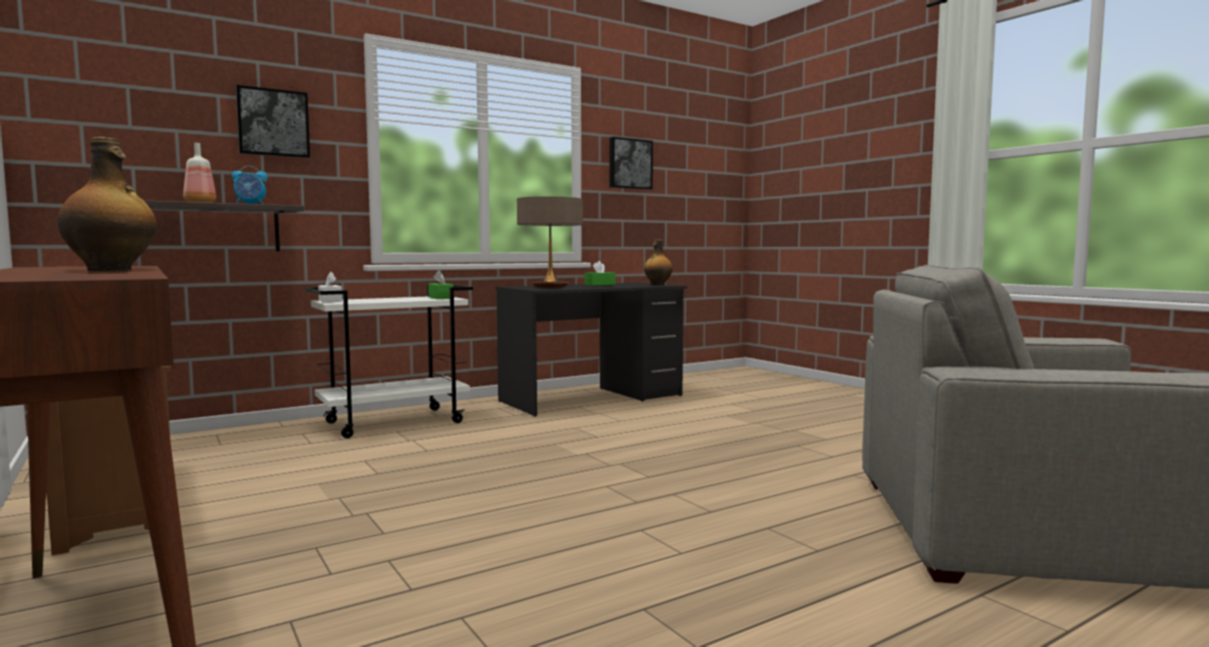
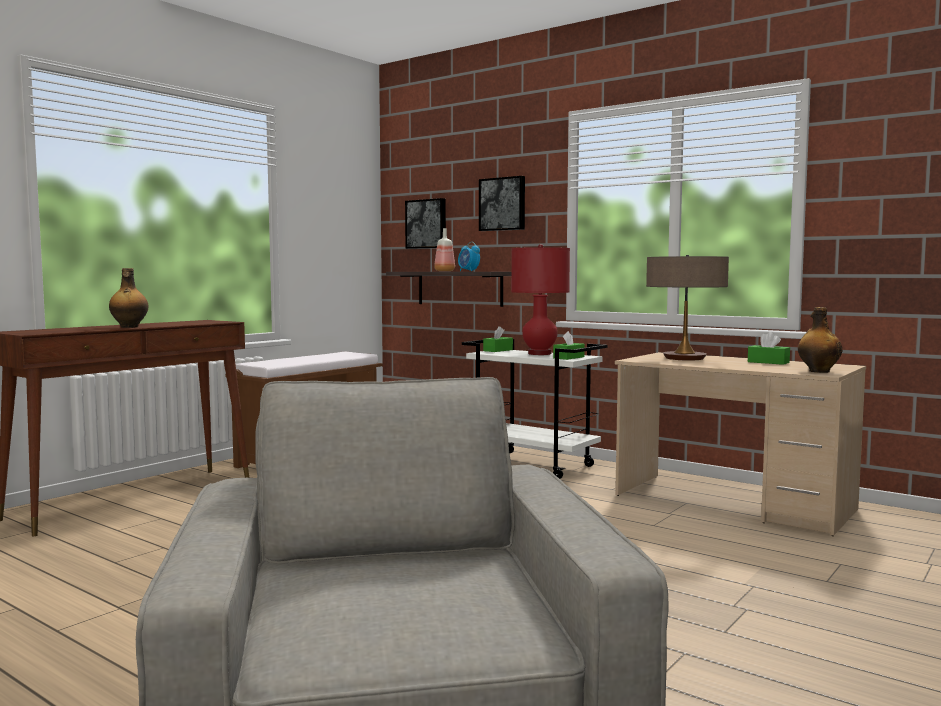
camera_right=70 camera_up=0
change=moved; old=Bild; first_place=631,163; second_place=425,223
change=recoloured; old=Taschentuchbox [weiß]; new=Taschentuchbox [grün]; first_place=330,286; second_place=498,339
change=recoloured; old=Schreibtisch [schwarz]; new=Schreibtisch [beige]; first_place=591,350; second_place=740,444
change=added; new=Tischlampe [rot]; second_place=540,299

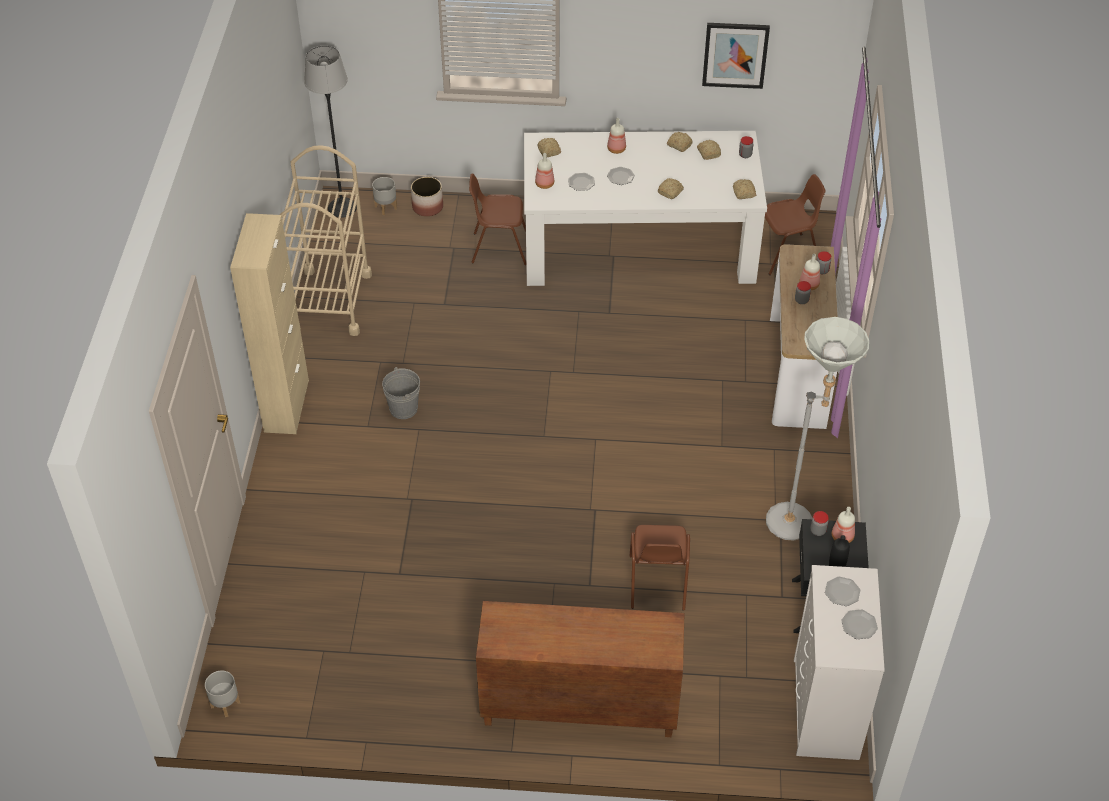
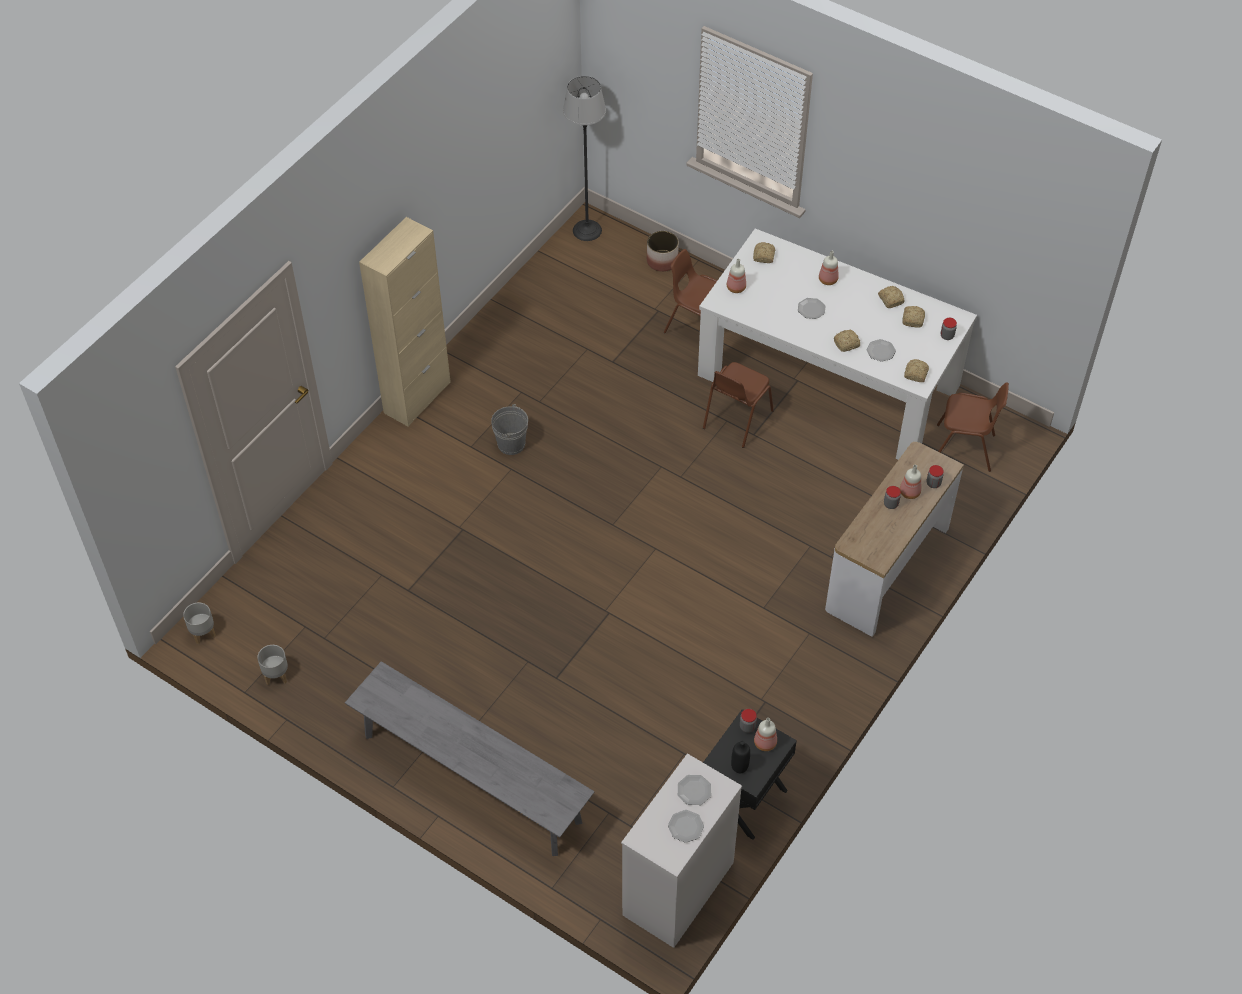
camera_right=30 camera_up=5
change=removed; old=Bild; first_place=736,56
change=removed; old=Rollwagen [beige]; first_place=325,240
change=moved; old=Teller; first_place=581,182; second_place=881,350
change=moved; old=Pflanzkübel [grau]; first_place=384,196; second_place=272,665
change=removed; old=Stehlampe [grau]; first_place=817,429
change=moved; old=Stuhl [braun]; first_place=660,568; second_place=738,405
change=replaced; old=Schrank [braun]; new=Bank [grau]; first_place=580,669; second_place=470,758

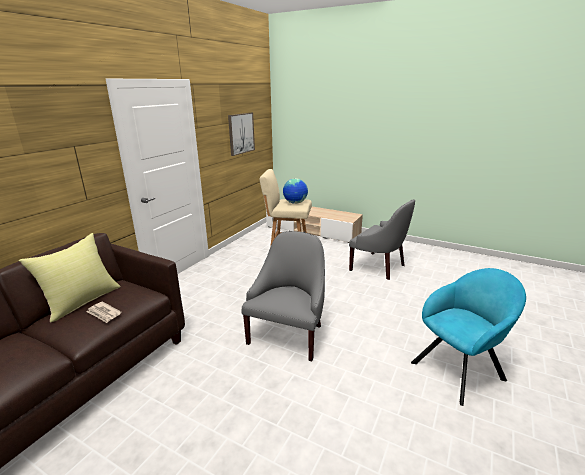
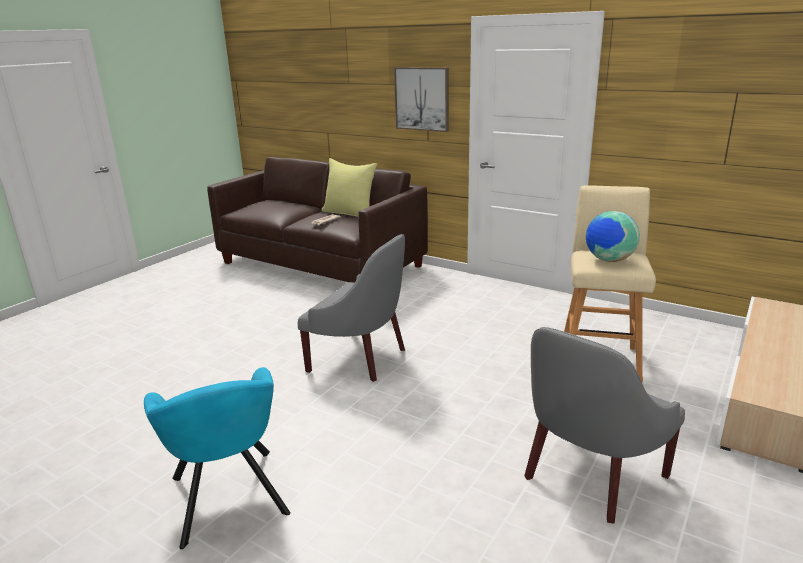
camera_right=95 camera_up=0
change=moved; old=Bild; first_place=241,134; second_place=421,99

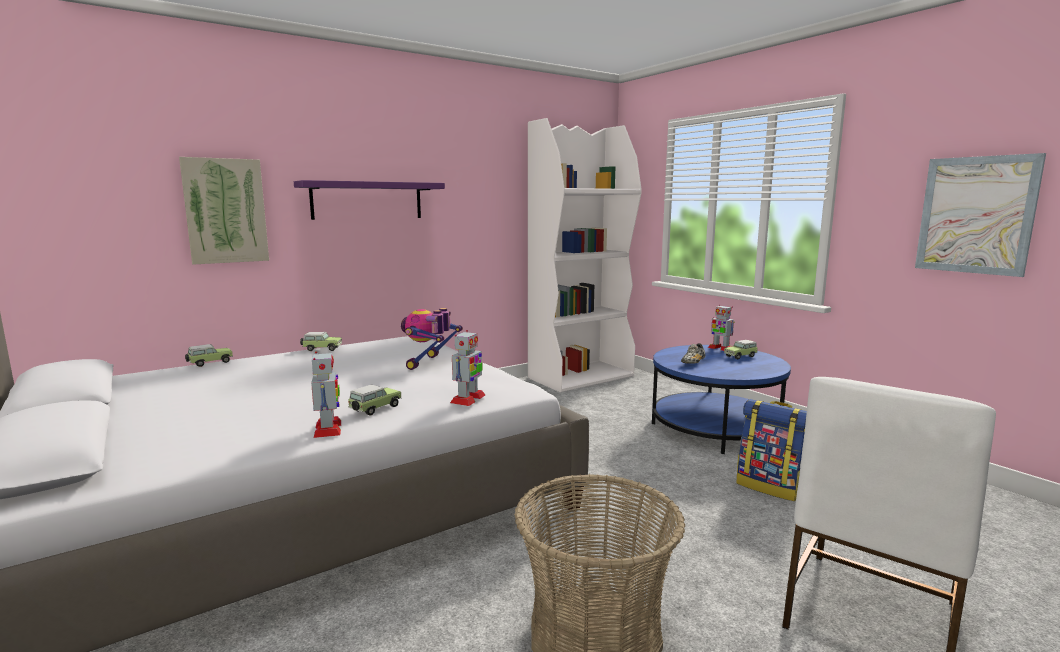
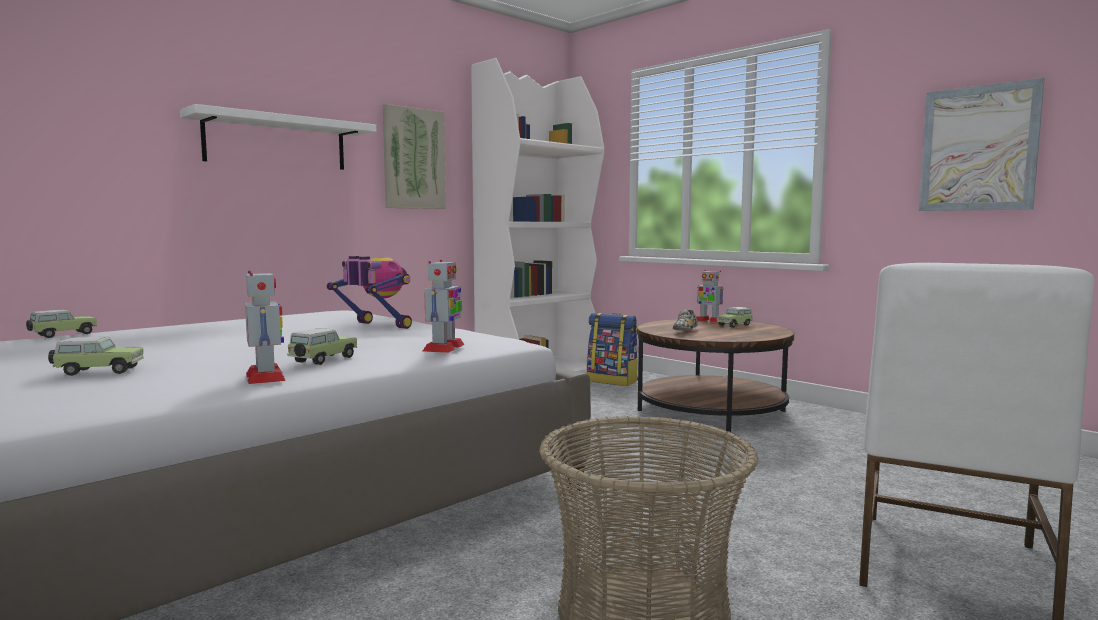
camera_right=-10 camera_up=-5
change=moved; old=Bild; first_place=224,211; second_place=414,156
change=recoloured; old=Wandregal [lila]; new=Wandregal [weiß]; first_place=369,200; second_place=278,137
change=turned; old=Spielzeugroboter; first_place=432,339; second_place=369,292; degrees=120
change=moved; old=Spielzeugauto; first_place=321,341; second_place=96,356
change=recoloured; old=Couchtisch [blau]; new=Couchtisch [braun]; first_place=721,399; second_place=715,376
change=moved; old=Rucksack; first_place=772,450; second_place=612,349

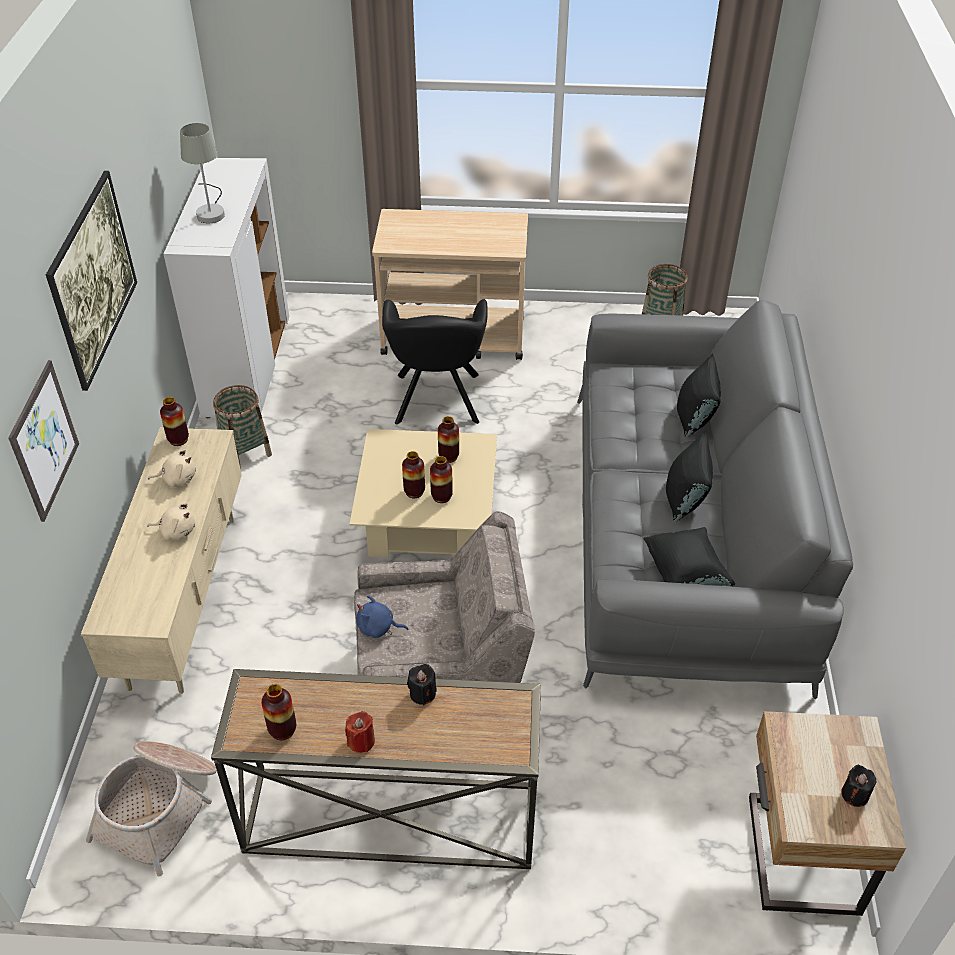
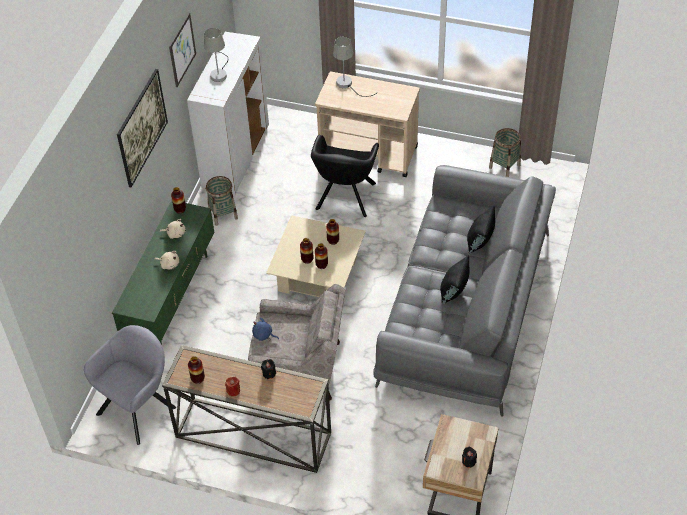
camera_right=15 camera_up=5
change=moved; old=Bild; first_place=44,441; second_place=182,50
change=recoloured; old=Fernsehschrank [beige]; new=Fernsehschrank [grün]; first_place=161,560; second_place=163,272
change=removed; old=Kissen [schwarz]; first_place=689,556
change=replaced; old=Korb; new=Sessel [grau]; first_place=151,808; second_place=130,385
change=added; new=Tischlampe [grau]; second_place=355,67

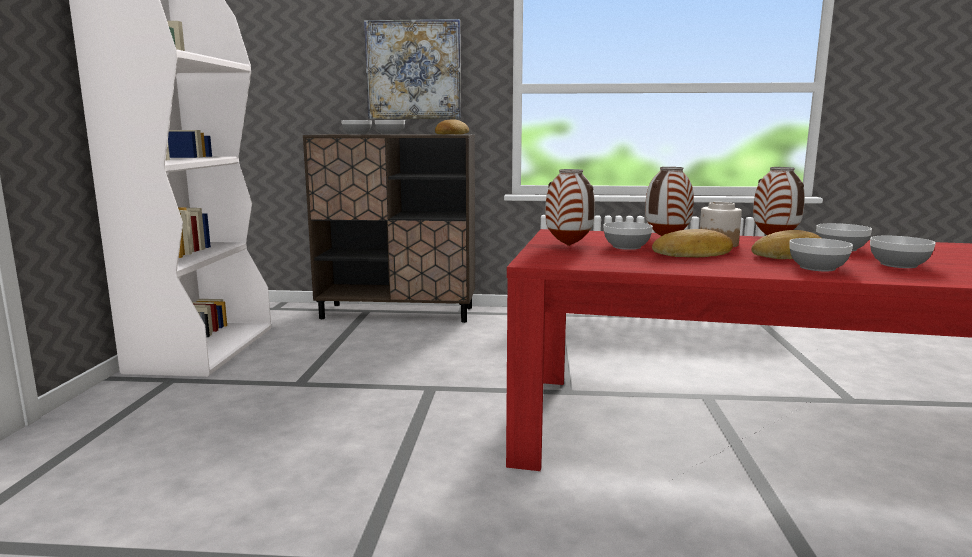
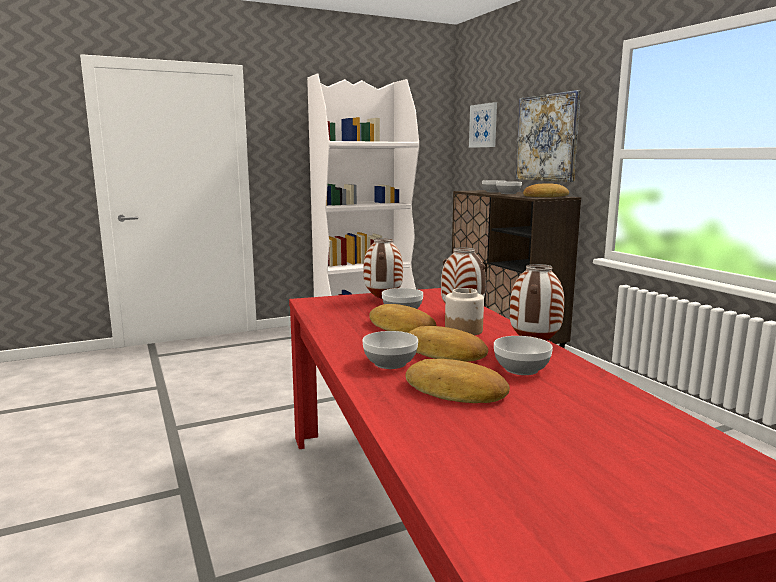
camera_right=60 camera_up=0
change=replaced; old=Schüssel; new=Brot; first_place=903,252; second_place=458,381
change=added; new=Bild; second_place=483,125

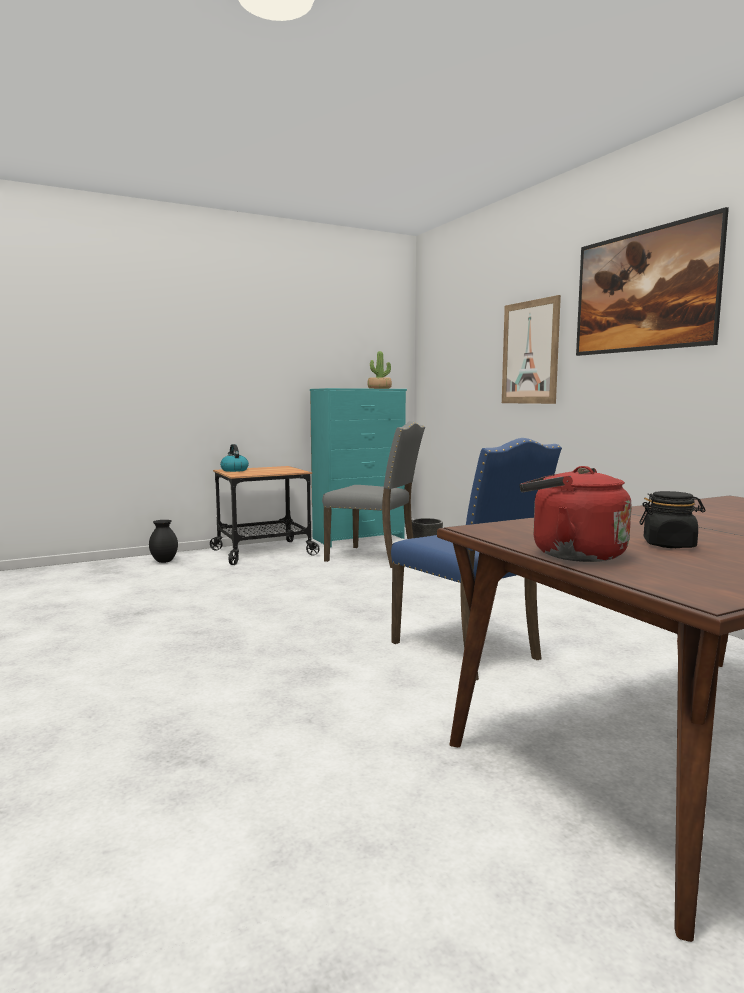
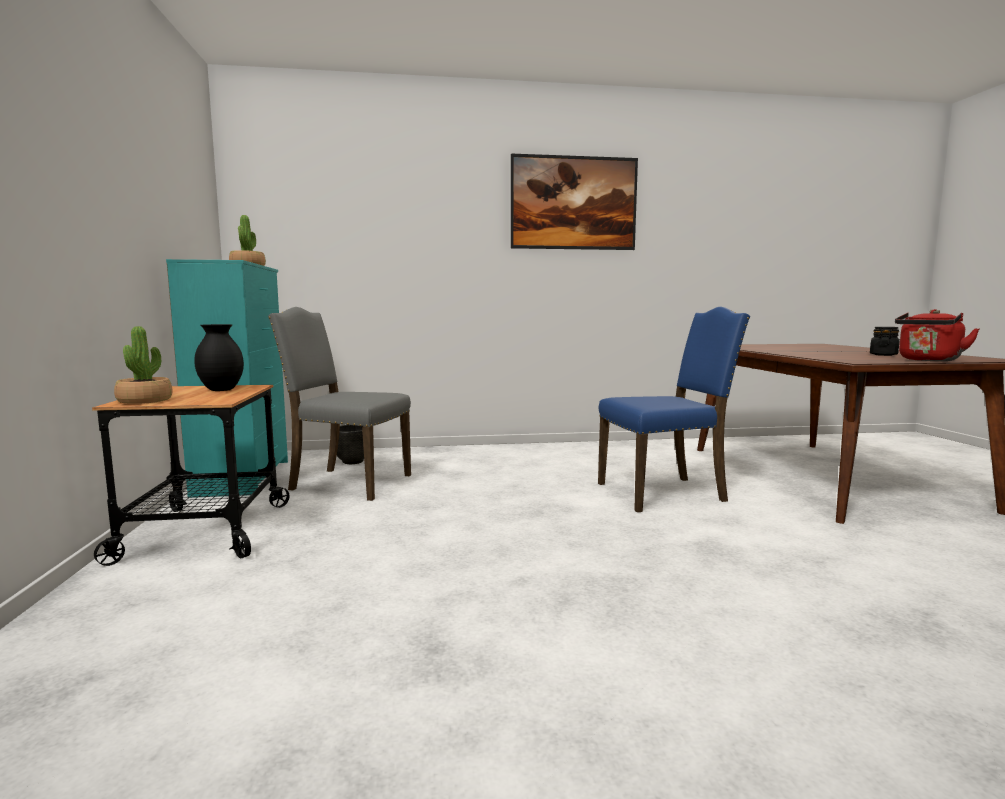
camera_right=-70 camera_up=0
change=removed; old=Bild; first_place=531,349
change=turned; old=Stuhl [grau]; first_place=373,494; second_place=339,404; degrees=-120
change=replaced; old=Wasserkessel; new=Topfpflanze; first_place=234,458; second_place=143,365
change=moved; old=Vase [schwarz]; first_place=163,541; second_place=219,357

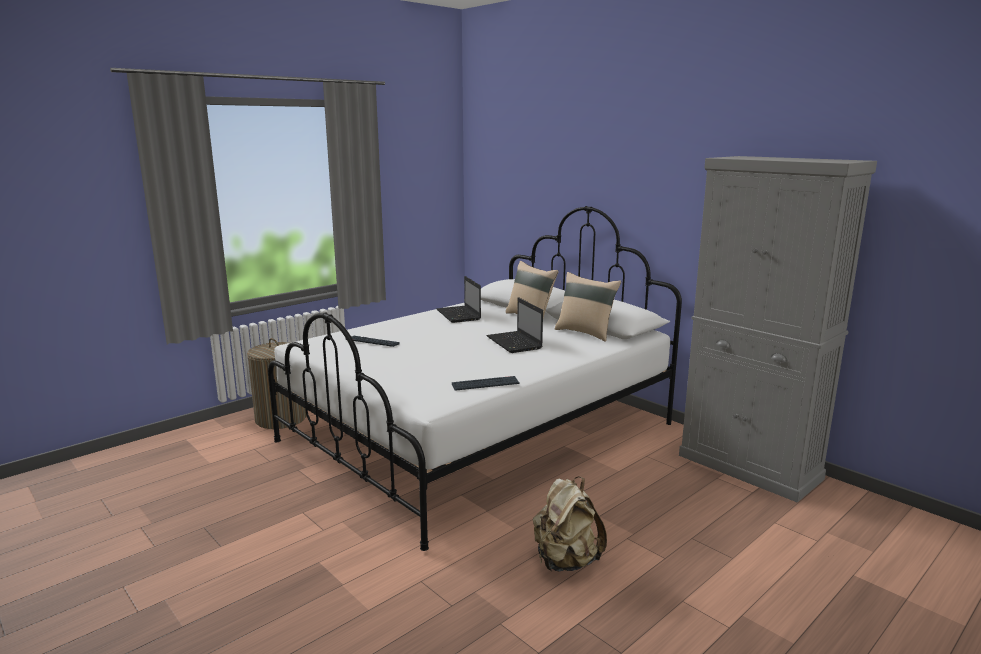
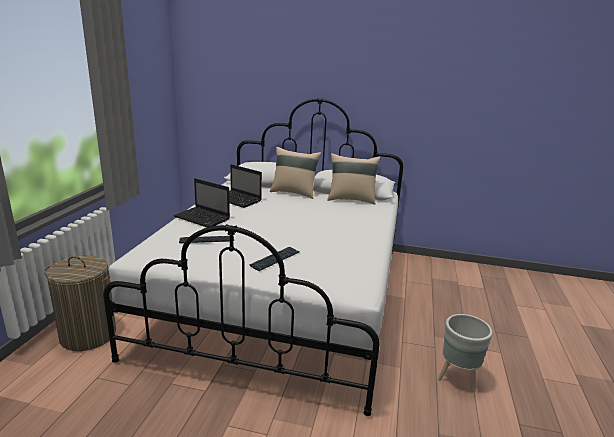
camera_right=-35 camera_up=5
change=removed; old=Schrank [grau]; first_place=778,329
change=moved; old=Laptop; first_place=514,325; second_place=201,203
change=moved; old=Tastatur; first_place=485,383; second_place=274,259
change=replaced; old=Rucksack [beige]; new=Pflanzkübel [grau]; first_place=570,524; second_place=465,353

